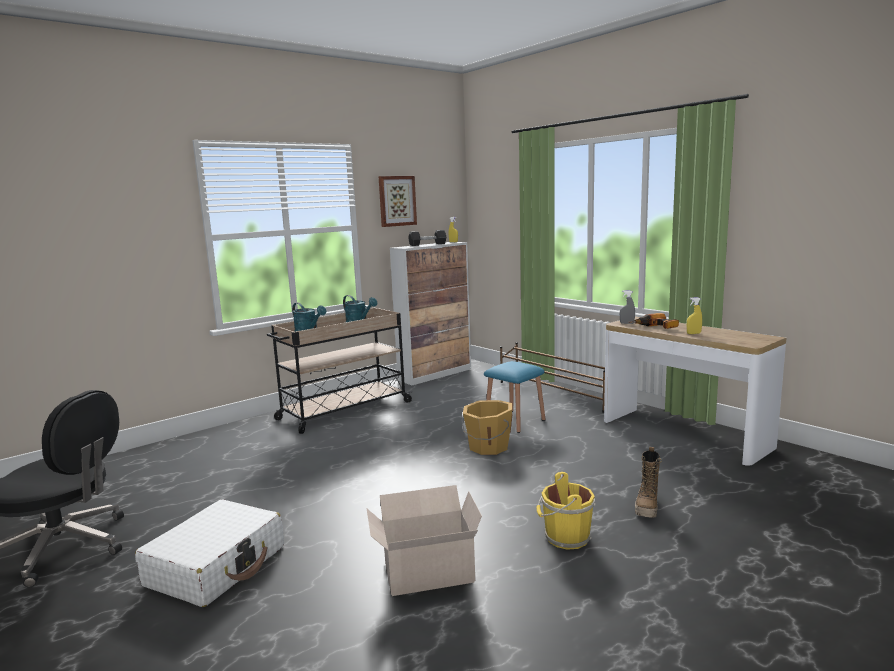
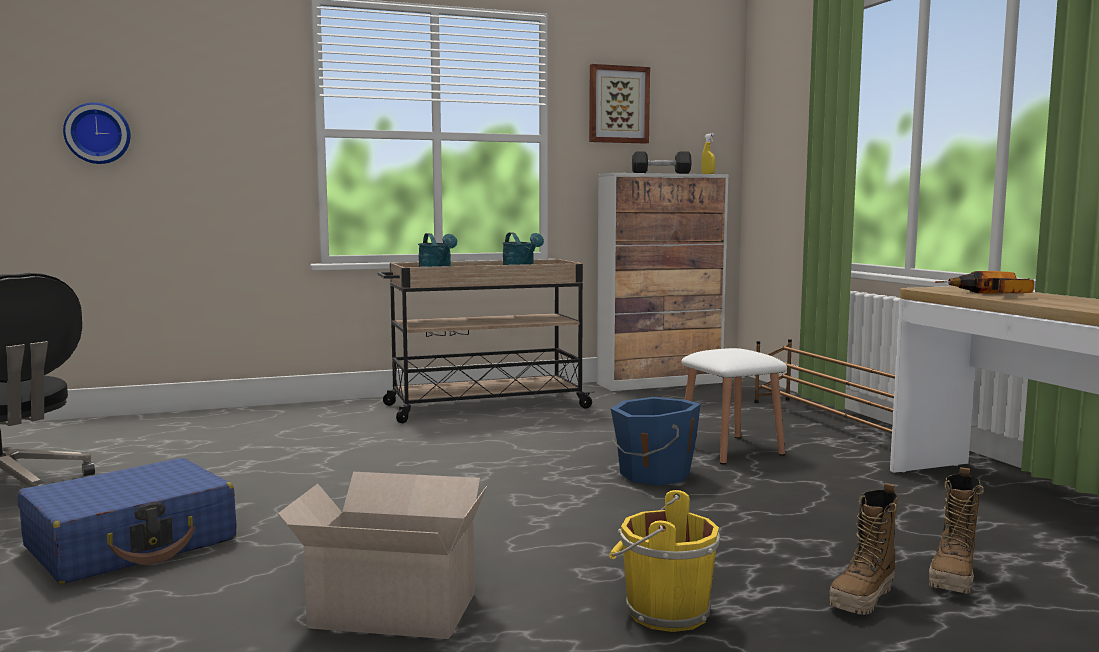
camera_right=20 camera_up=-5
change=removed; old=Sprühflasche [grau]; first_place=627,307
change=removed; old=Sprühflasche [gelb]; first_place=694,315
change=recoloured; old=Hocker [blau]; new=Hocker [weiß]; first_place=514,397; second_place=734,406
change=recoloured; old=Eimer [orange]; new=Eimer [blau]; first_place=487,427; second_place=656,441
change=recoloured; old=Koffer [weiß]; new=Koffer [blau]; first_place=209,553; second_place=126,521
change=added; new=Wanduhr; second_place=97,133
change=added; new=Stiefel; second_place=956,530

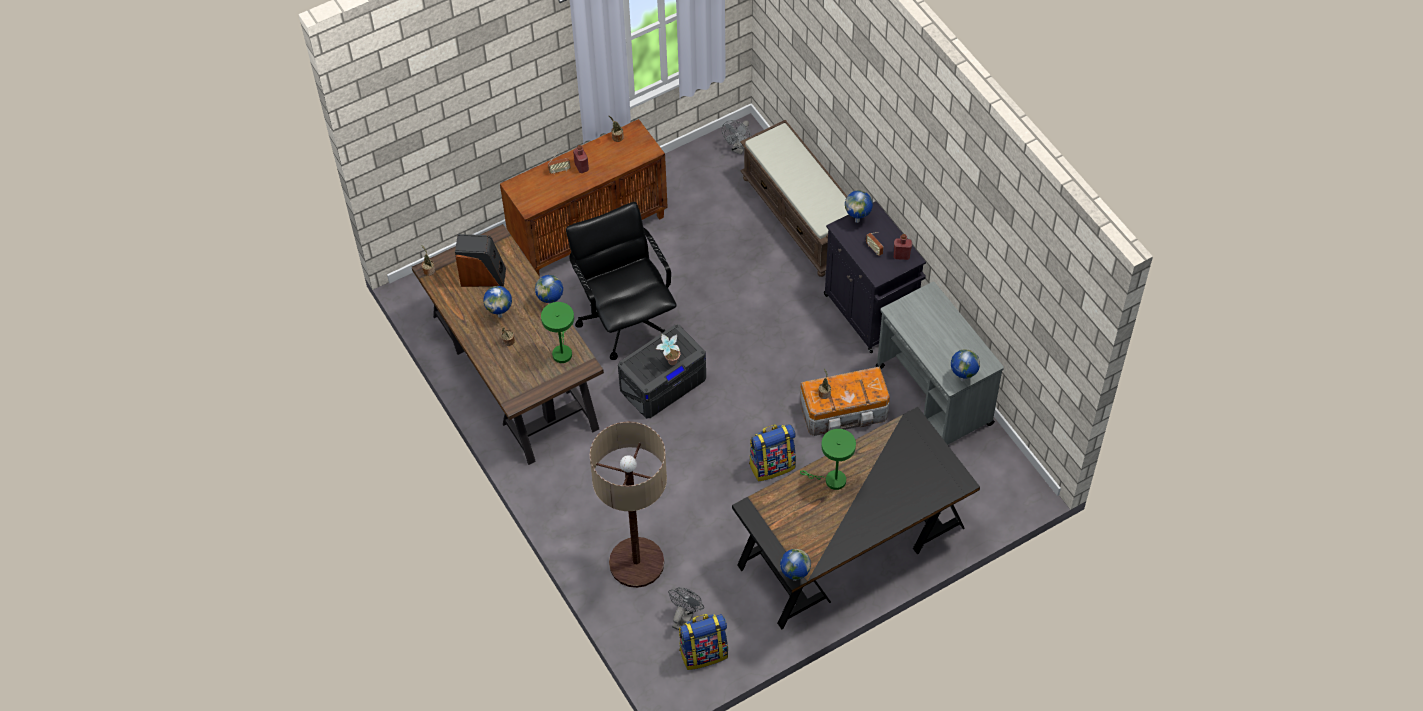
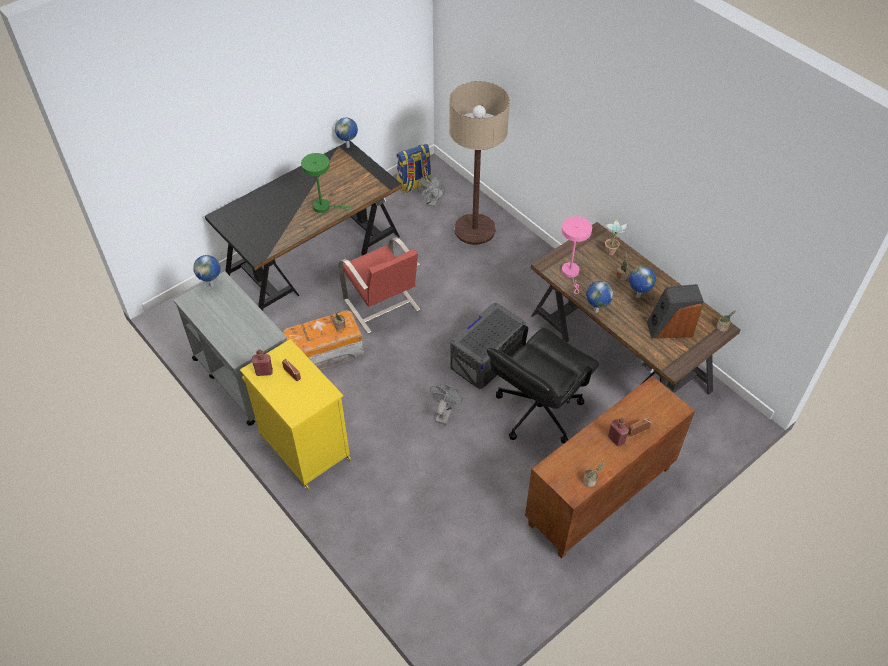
camera_right=170 camera_up=-5
change=moved; old=Ventilator [grau]; first_place=737,137; second_place=446,404
change=removed; old=Bank [braun]; first_place=794,198
change=removed; old=Globus; first_place=859,206
change=recoloured; old=Schrank [schwarz]; new=Schrank [gelb]; first_place=875,277; second_place=295,414
change=turned; old=Bürostuhl [schwarz]; first_place=621,281; second_place=543,384; degrees=75
change=recoloured; old=Tischlampe [grün]; new=Tischlampe [rosa]; first_place=557,332; second_place=577,255
change=moved; old=Topfpflanze; first_place=668,349; second_place=616,237
change=replaced; old=Rucksack; new=Stuhl [rot]; first_place=772,452; second_place=379,285

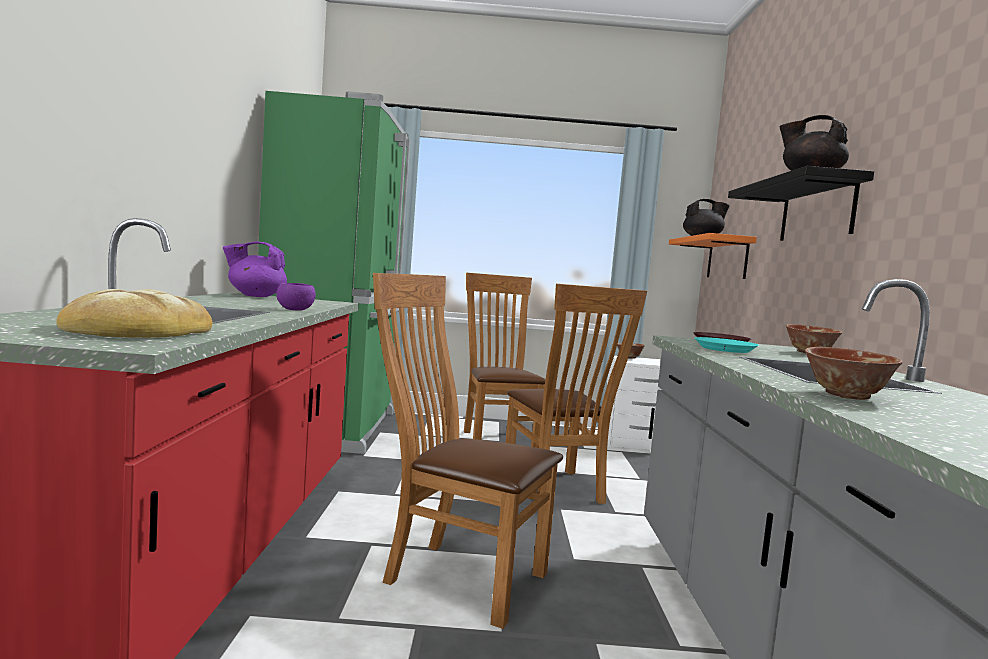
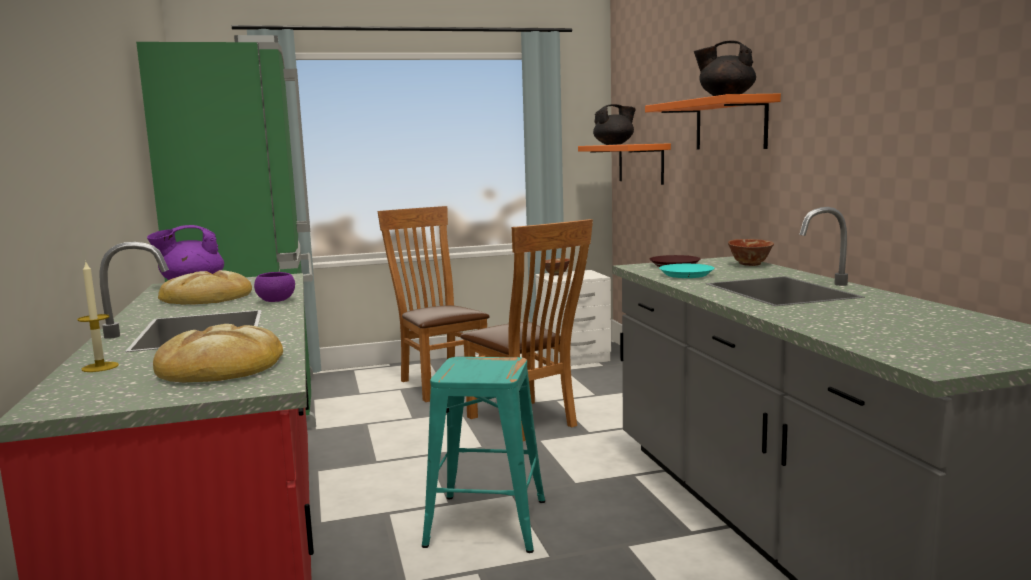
camera_right=-15 camera_up=5
change=recoloured; old=Wandregal [schwarz]; new=Wandregal [orange]; first_place=801,203; second_place=713,122
change=replaced; old=Stuhl [braun]; new=Hocker [türkis]; first_place=468,451; second_place=483,455
change=removed; old=Schüssel; first_place=854,373
change=added; new=Kerze; second_place=98,317
change=added; new=Brot; second_place=205,287

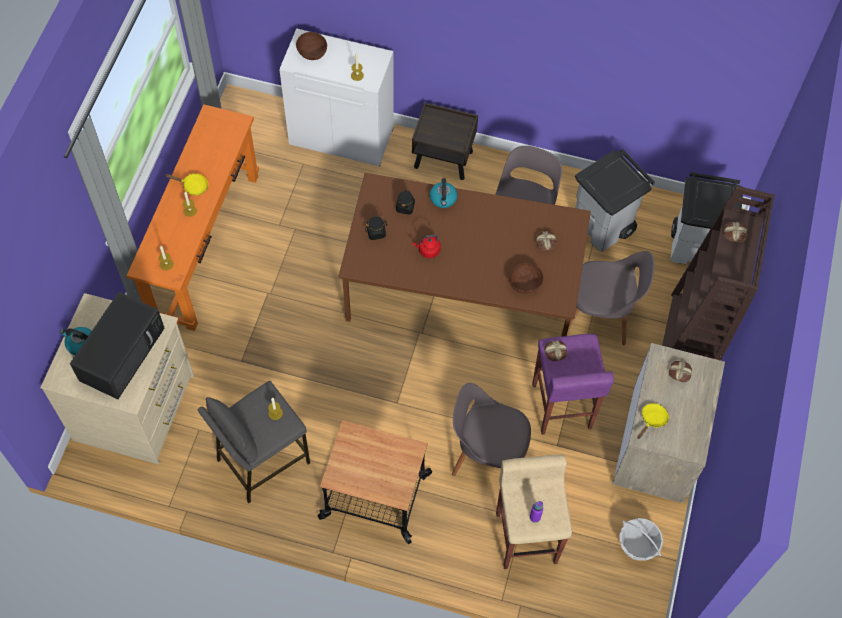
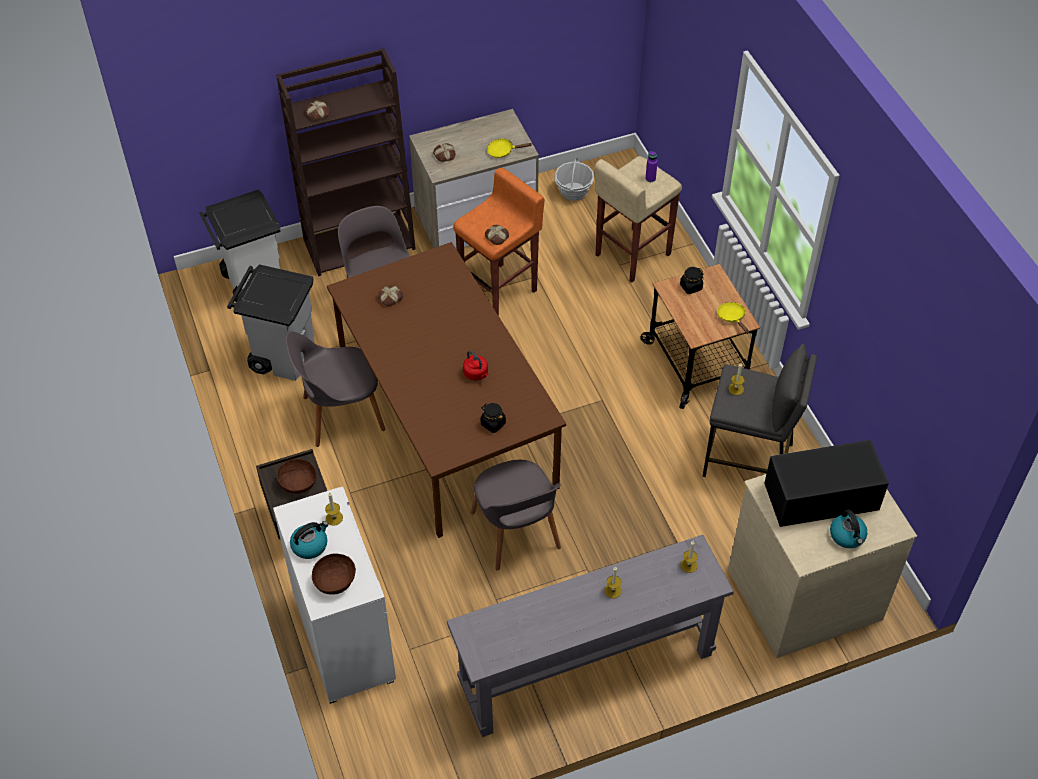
camera_right=-125 camera_up=-10
change=recoloured; old=Konsolentisch [orange]; new=Konsolentisch [grau]; first_place=192,217; second_place=590,636
change=moved; old=Pfanne [gelb]; first_place=186,184; second_place=733,317
change=moved; old=Wasserkessel; first_place=443,193; second_place=309,540
change=moved; old=Vorratsglas [schwarz]; first_place=405,202; second_place=692,280
change=moved; old=Schüssel [braun]; first_place=526,278; second_place=297,476
change=recoloured; old=Hocker [lila]; new=Hocker [orange]; first_place=573,384; second_place=498,242
change=moved; old=Stuhl [grau]; first_place=491,429; second_place=516,515

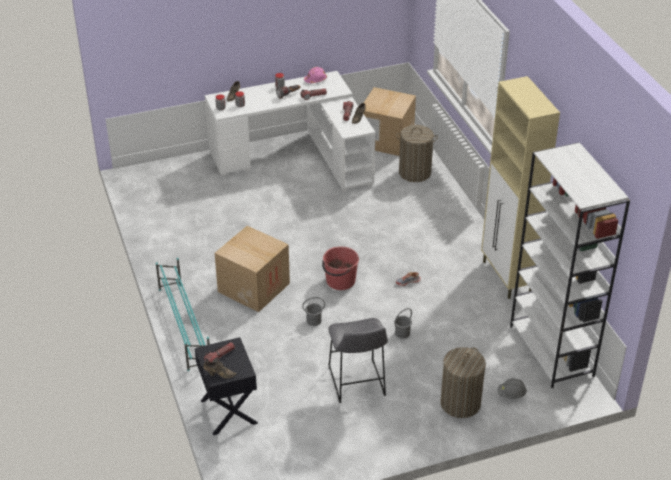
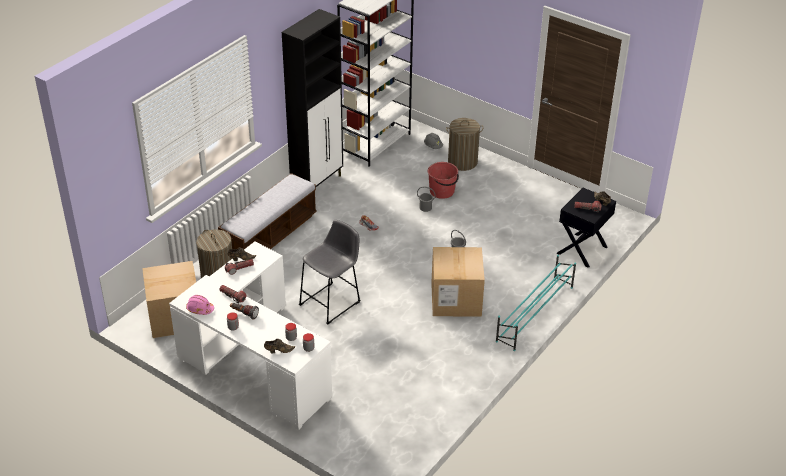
camera_right=-125 camera_up=0
change=recoloured; old=Schrank [beige]; new=Schrank [schwarz]; first_place=520,187; second_place=312,98
change=moved; old=Eimer [rot]; first_place=340,268; second_place=443,180
change=moved; old=Hocker [grau]; first_place=358,360; second_place=329,272
change=added; new=Bank; second_place=267,211

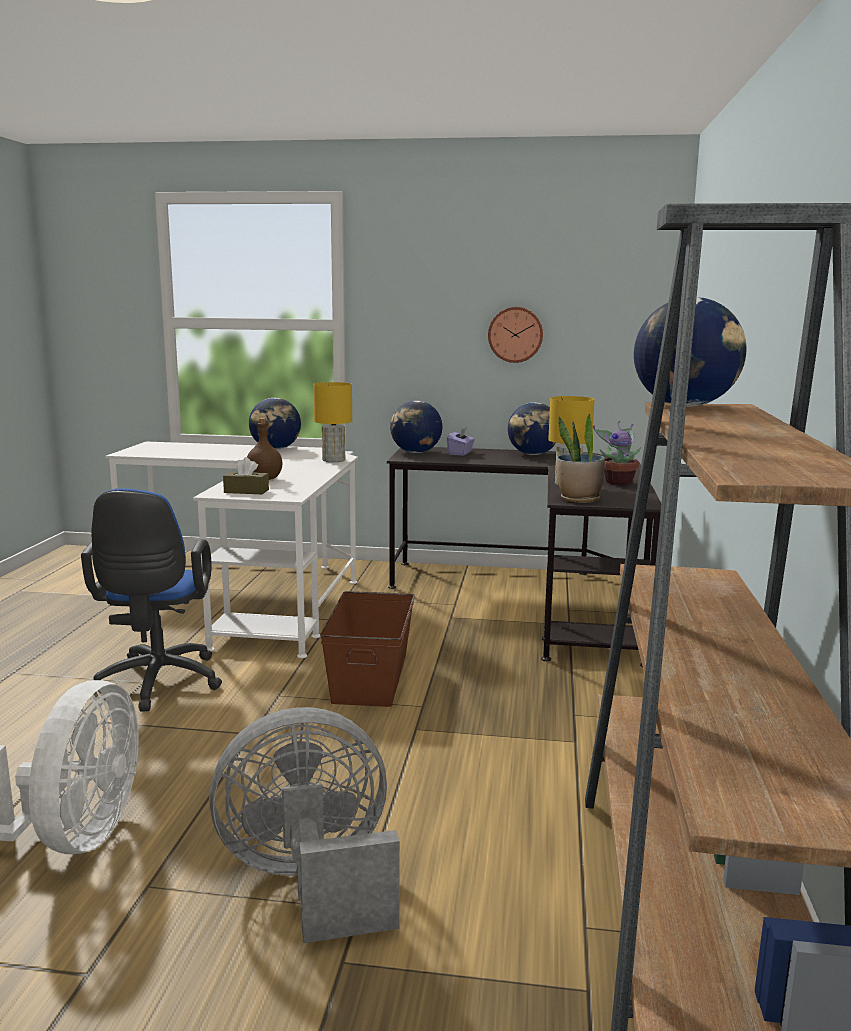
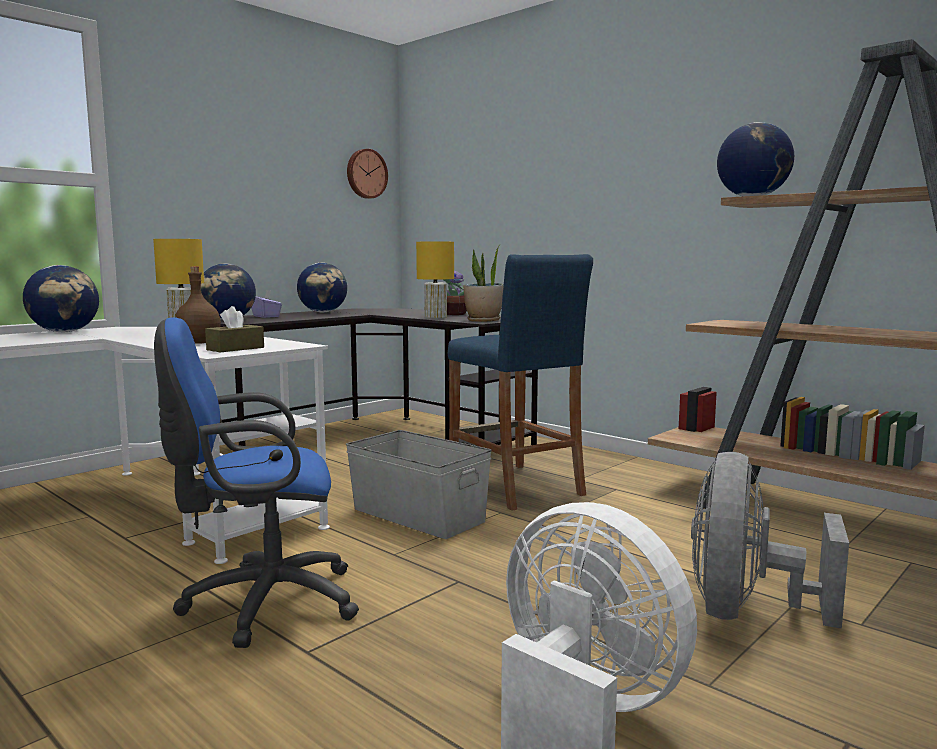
camera_right=-55 camera_up=-5
change=moved; old=Wanduhr; first_place=515,335; second_place=367,174
change=turned; old=Bürostuhl [blau]; first_place=151,599; second_place=256,482; degrees=135
change=recoloured; old=Aufbewahrungsbox [braun]; new=Aufbewahrungsbox [grau]; first_place=367,649; second_place=419,484
change=added; new=Hocker [blau]; second_place=520,382

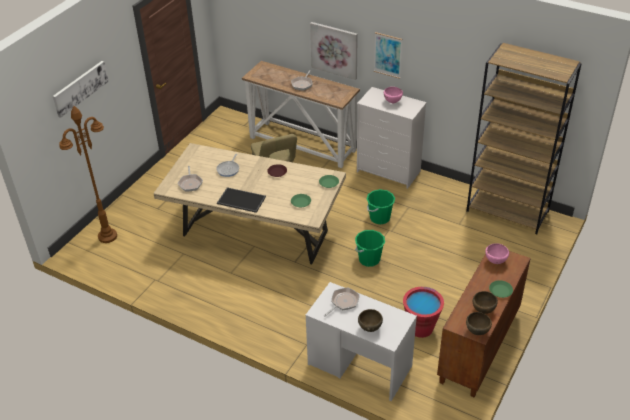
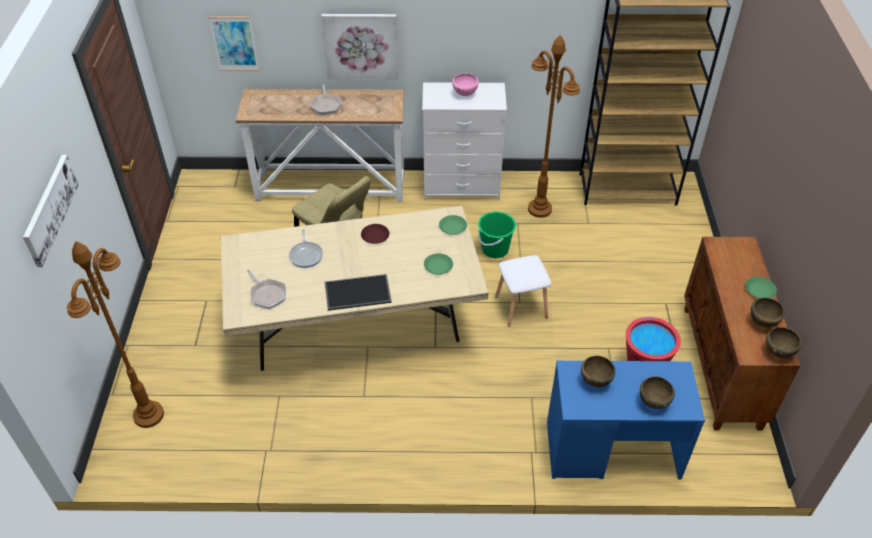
camera_right=-30 camera_up=5
change=moved; old=Bild; first_place=388,55; second_place=234,43
change=replaced; old=Eimer [grün]; new=Hocker [weiß]; first_place=370,248; second_place=523,291
change=removed; old=Schüssel [rosa]; first_place=497,253
change=recoloured; old=Schreibtisch [weiß]; new=Schreibtisch [blau]; first_place=361,341; second_place=626,420
change=replaced; old=Pfanne; new=Schüssel [braun]; first_place=342,302; second_place=598,371
change=added; new=Stehlampe [braun]; second_place=554,126

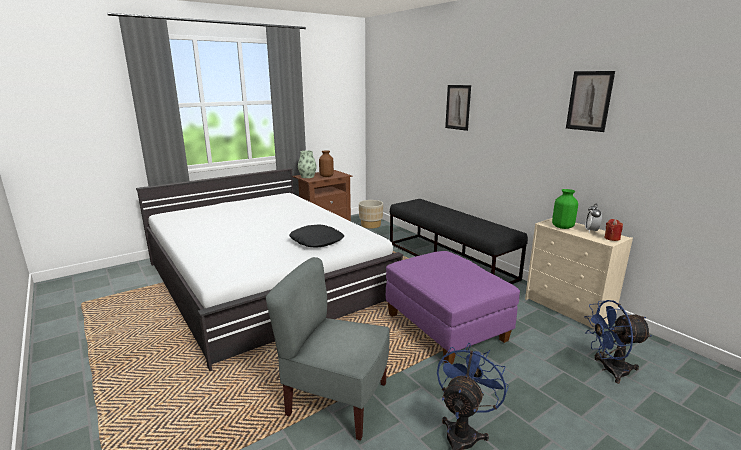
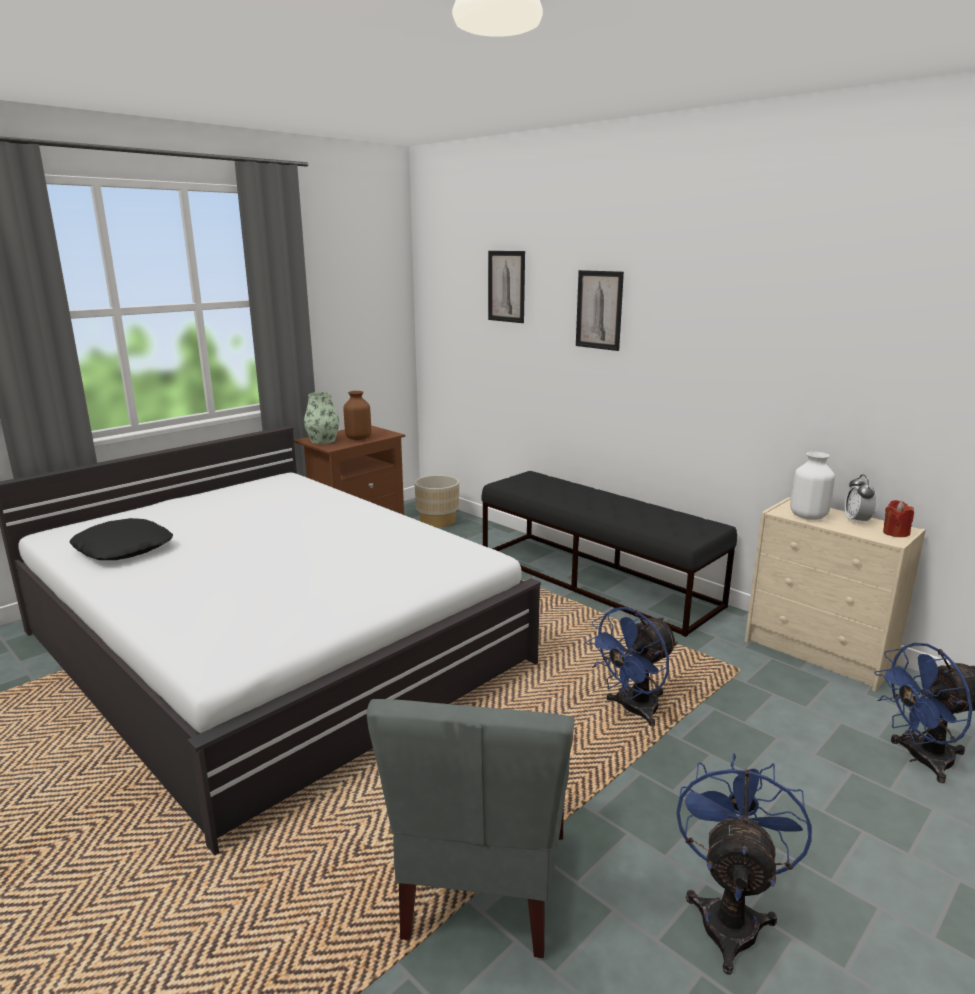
camera_right=-10 camera_up=0
change=moved; old=Bild; first_place=590,101; second_place=506,287
change=recoloured; old=Vase [grün]; new=Vase [weiß]; first_place=565,209; second_place=812,486
change=moved; old=Kissen [schwarz]; first_place=316,236; second_place=121,539
change=replaced; old=Polsterhocker [lila]; new=Ventilator [blau]; first_place=453,307; second_place=632,666
change=turned; old=Stuhl [grau]; first_place=328,348; second_place=470,828; degrees=-90

